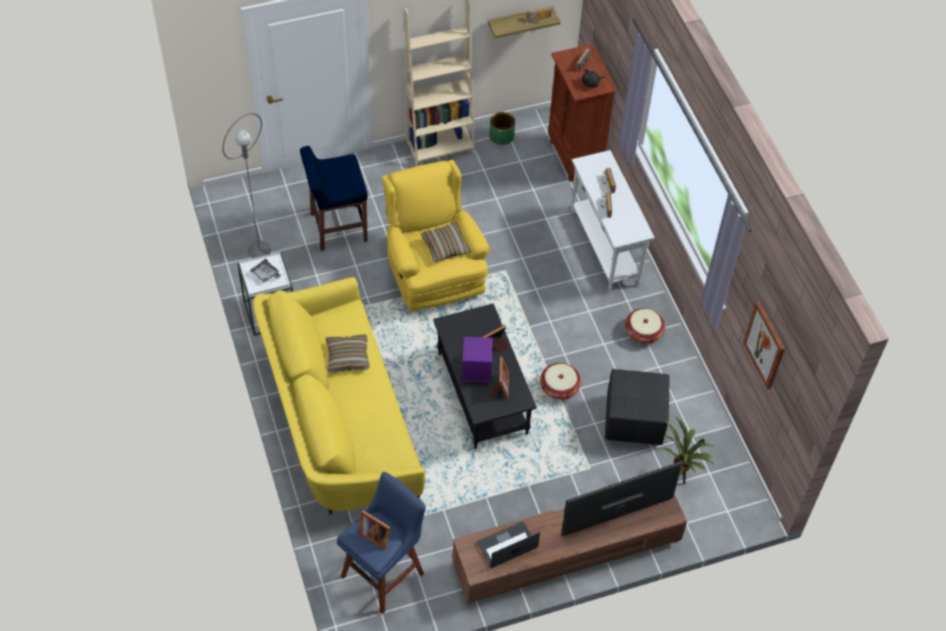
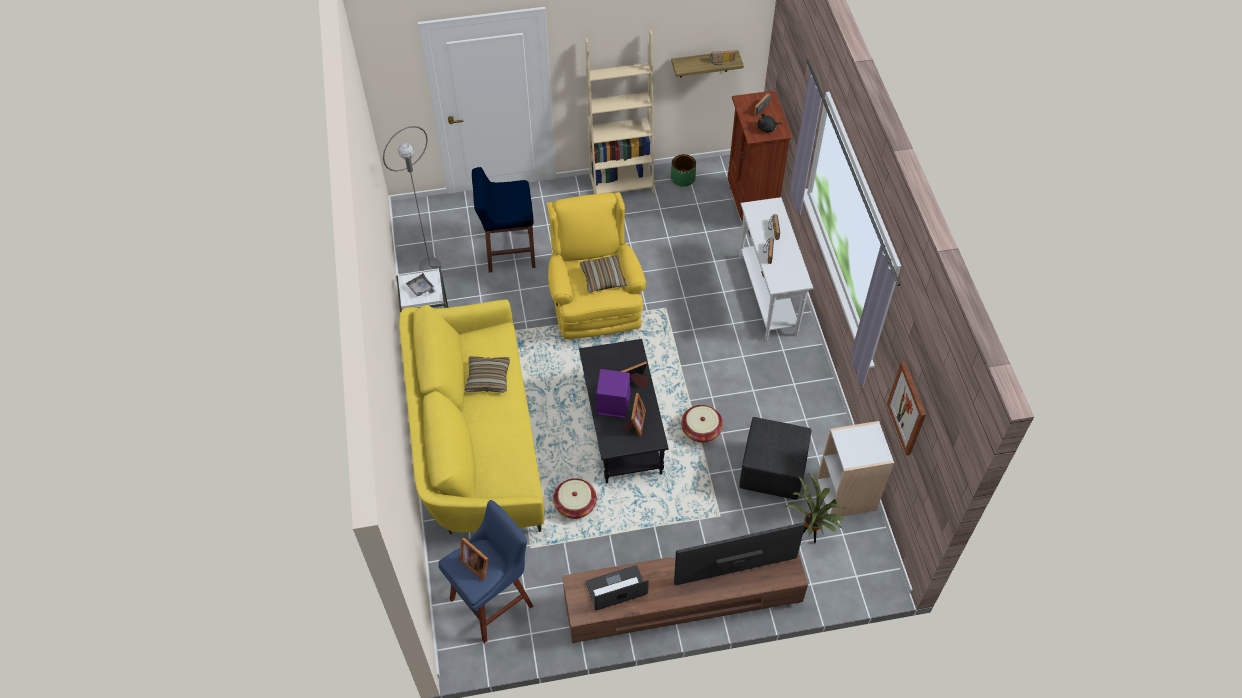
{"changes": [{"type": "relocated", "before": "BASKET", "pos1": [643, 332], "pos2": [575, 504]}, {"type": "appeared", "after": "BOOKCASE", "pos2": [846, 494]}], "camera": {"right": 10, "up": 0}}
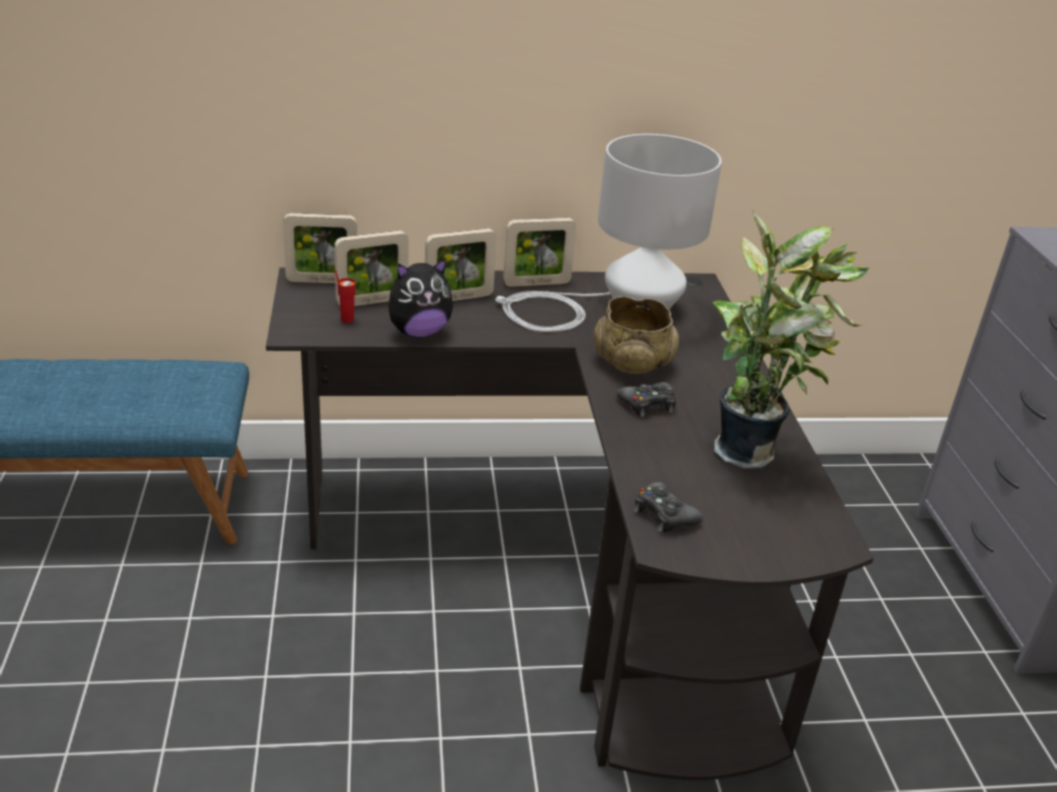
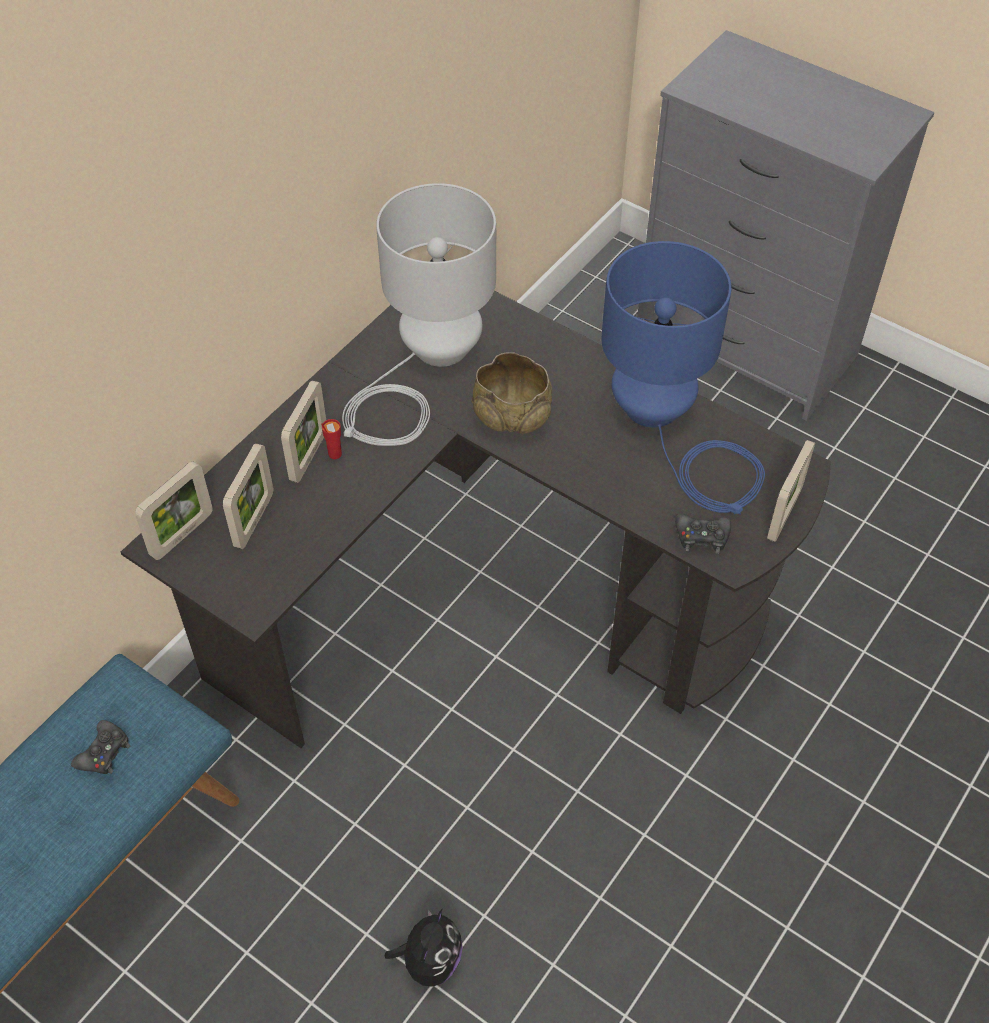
{"changes": [{"type": "relocated", "before": "RED CUP", "pos1": [347, 319], "pos2": [334, 454]}, {"type": "relocated", "before": "PLUSH TOY", "pos1": [418, 332], "pos2": [430, 961]}, {"type": "relocated", "before": "PICTURE FRAME", "pos1": [536, 283], "pos2": [784, 515]}, {"type": "relocated", "before": "BLACK GAME CONTROLLER", "pos1": [648, 405], "pos2": [104, 753]}, {"type": "exchanged", "before": "POTTED PLANT", "after": "BLUE TABLE LAMP", "pos1": [750, 451], "pos2": [677, 434]}], "camera": {"right": -45, "up": 20}}
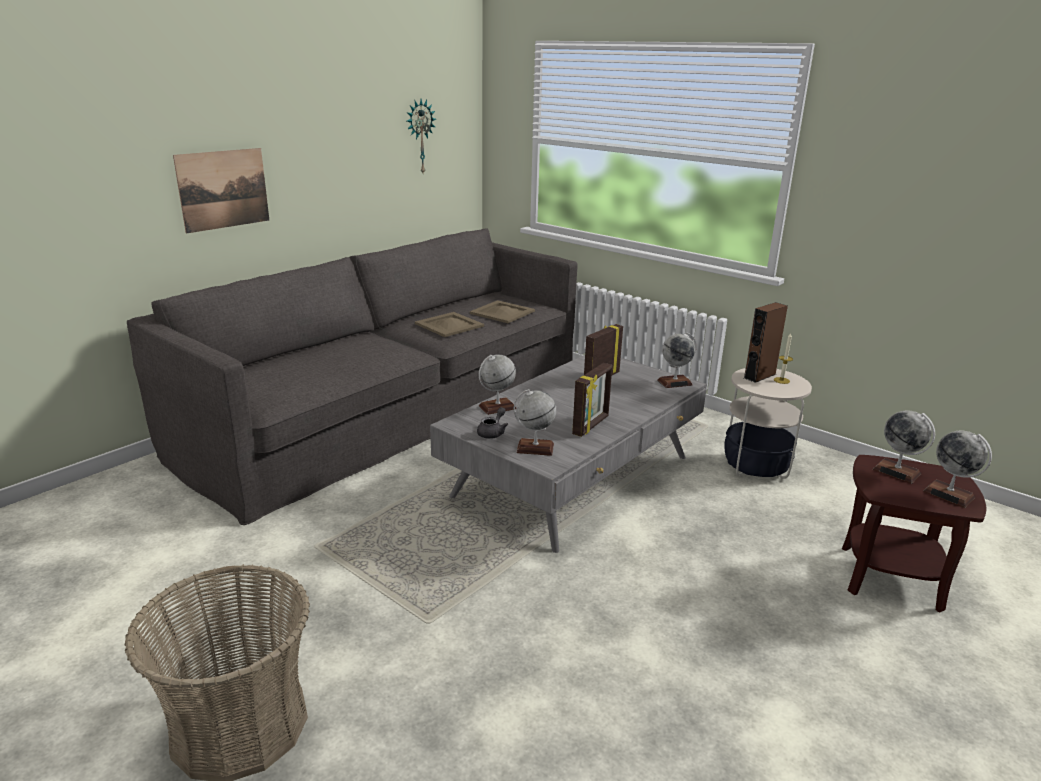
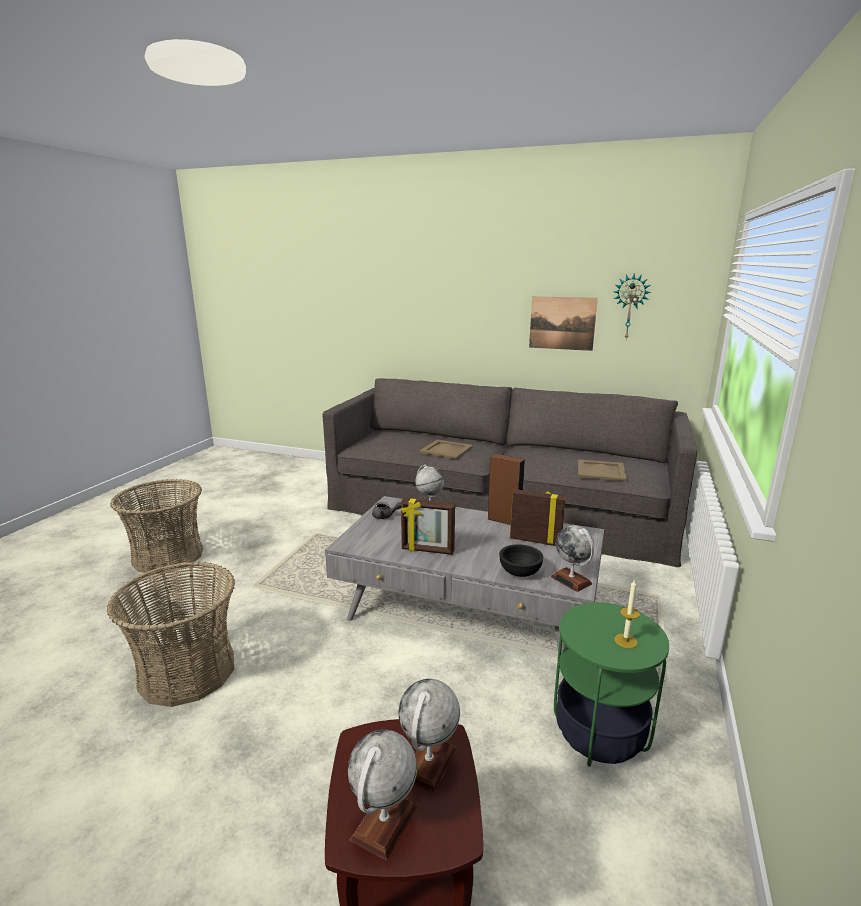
{"changes": [{"type": "relocated", "before": "PICTURE", "pos1": [223, 189], "pos2": [562, 323]}, {"type": "relocated", "before": "BEIGE TRAY", "pos1": [449, 325], "pos2": [445, 449]}, {"type": "missing", "before": "GLOBE", "pos1": [535, 448]}, {"type": "colour", "before": "BEIGE SIDE TABLE", "after": "GREEN SIDE TABLE", "pos1": [756, 466], "pos2": [599, 736]}, {"type": "relocated", "before": "BROWN SPEAKER", "pos1": [759, 376], "pos2": [504, 520]}, {"type": "appeared", "after": "BASKET", "pos2": [187, 672]}, {"type": "appeared", "after": "BLACK BOWL", "pos2": [519, 572]}], "camera": {"right": 70, "up": -5}}
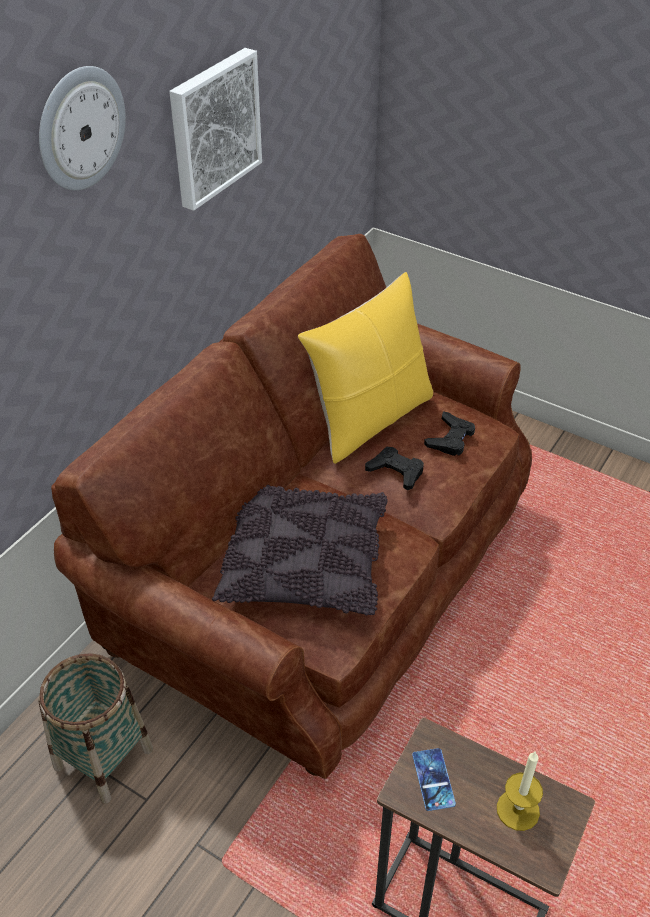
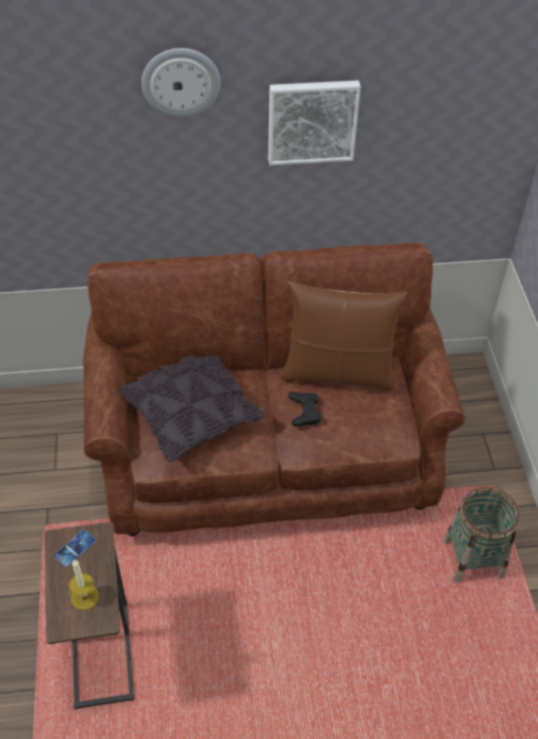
{"changes": [{"type": "relocated", "before": "BASKET", "pos1": [103, 758], "pos2": [473, 558]}, {"type": "colour", "before": "YELLOW PILLOW", "after": "BROWN PILLOW", "pos1": [369, 419], "pos2": [338, 372]}, {"type": "missing", "before": "BLACK GAME CONTROLLER", "pos1": [450, 438]}], "camera": {"right": 50, "up": 5}}
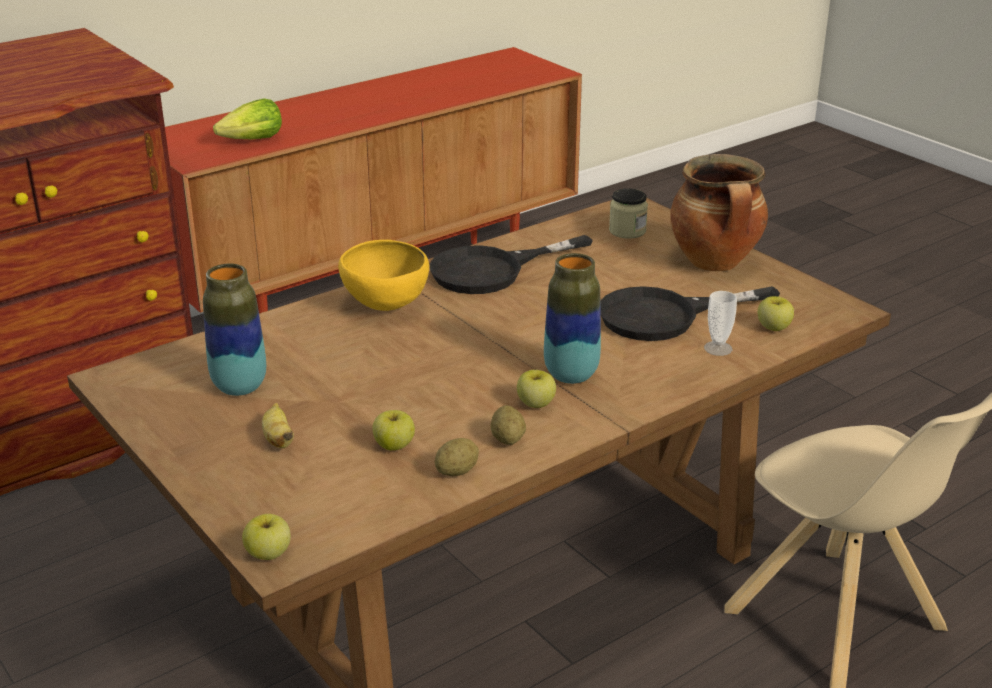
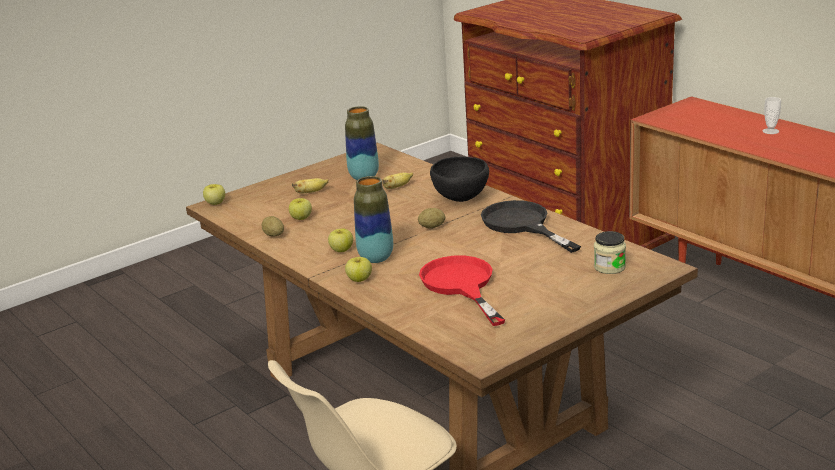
{"changes": [{"type": "missing", "before": "LETTUCE", "pos1": [253, 140]}, {"type": "colour", "before": "YELLOW BOWL", "after": "BLACK BOWL", "pos1": [385, 307], "pos2": [460, 199]}, {"type": "relocated", "before": "POTATO", "pos1": [508, 439], "pos2": [432, 227]}, {"type": "colour", "before": "BLACK FRYING PAN", "after": "RED FRYING PAN", "pos1": [665, 316], "pos2": [461, 285]}, {"type": "missing", "before": "COOKING POT", "pos1": [716, 263]}, {"type": "relocated", "before": "CUP", "pos1": [718, 348], "pos2": [770, 131]}, {"type": "relocated", "before": "APPLE", "pos1": [773, 327], "pos2": [359, 279]}, {"type": "appeared", "after": "BANANA", "pos2": [397, 187]}], "camera": {"right": 90, "up": -5}}
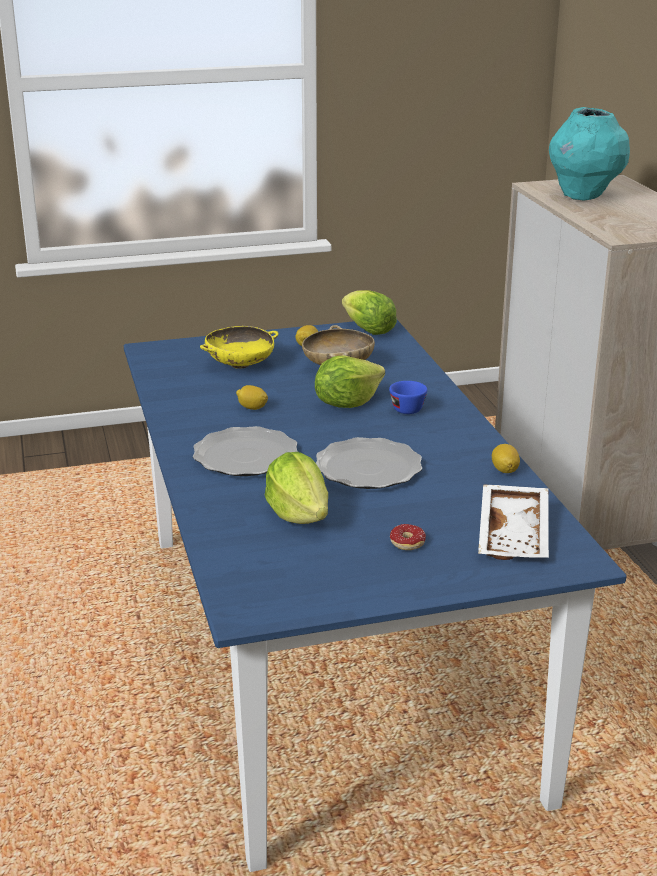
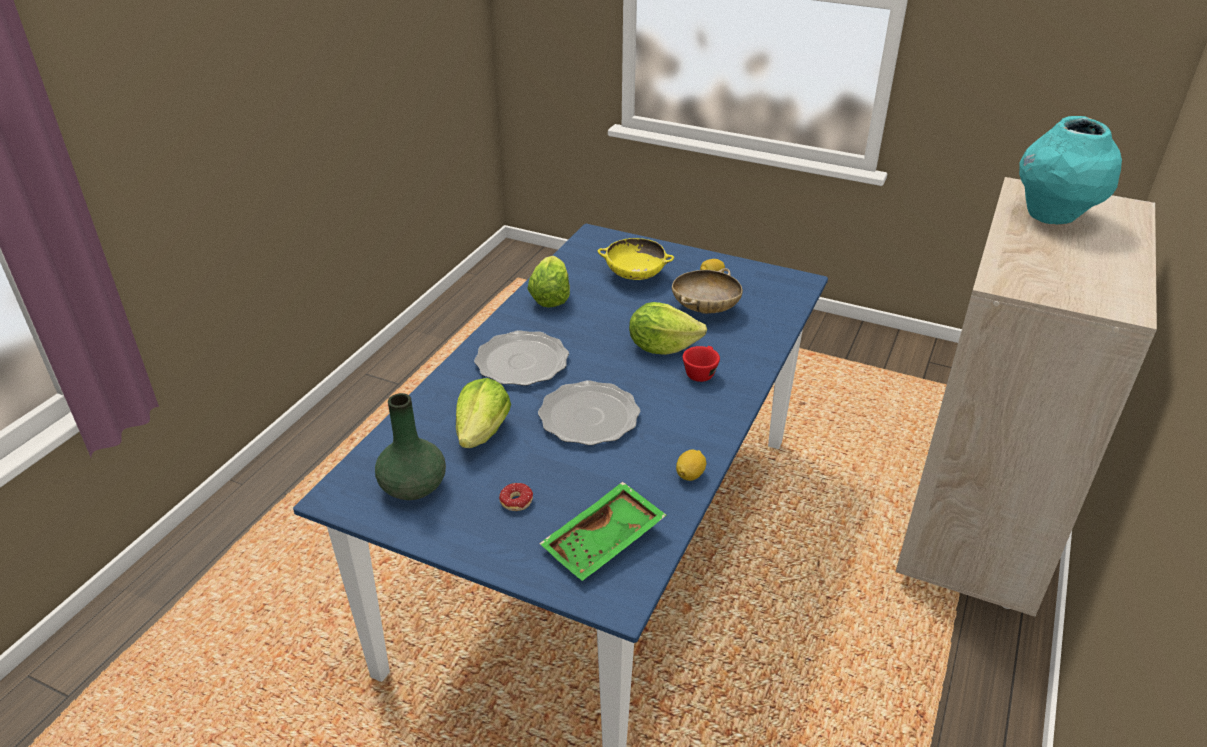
{"changes": [{"type": "missing", "before": "LEMON", "pos1": [252, 408]}, {"type": "relocated", "before": "LETTUCE", "pos1": [368, 330], "pos2": [550, 298]}, {"type": "colour", "before": "BLUE CUP", "after": "RED CUP", "pos1": [405, 407], "pos2": [701, 372]}, {"type": "colour", "before": "WHITE TRAY", "after": "GREEN TRAY", "pos1": [515, 535], "pos2": [605, 542]}, {"type": "appeared", "after": "GREEN VASE", "pos2": [413, 486]}], "camera": {"right": 40, "up": 10}}
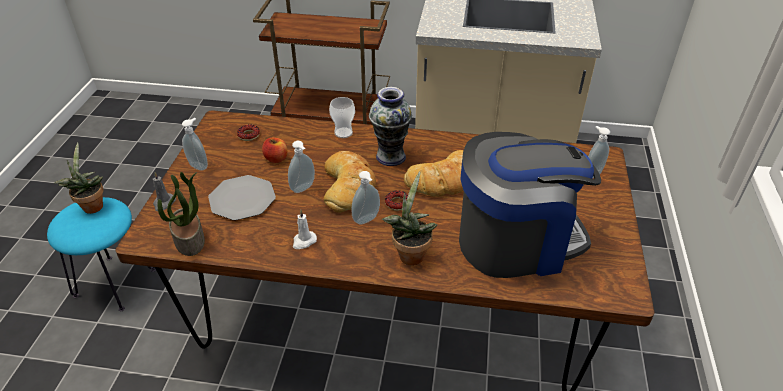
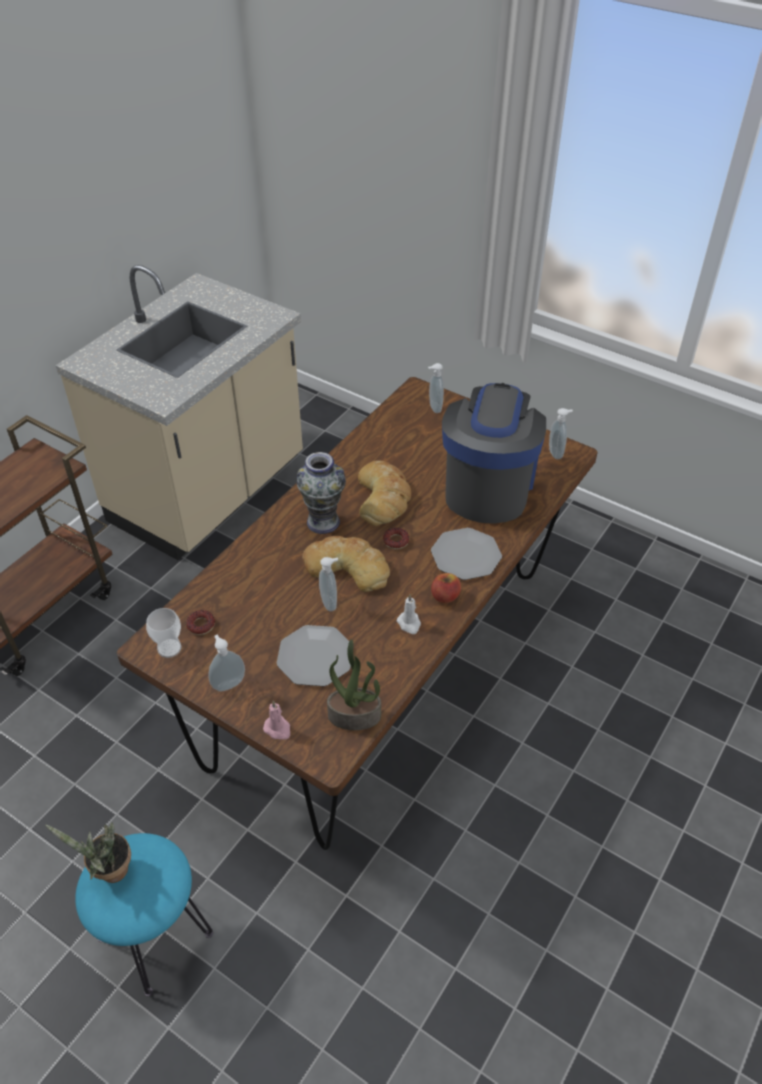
{"changes": [{"type": "colour", "before": "GREY CANDLE", "after": "PINK CANDLE", "pos1": [164, 203], "pos2": [278, 729]}, {"type": "relocated", "before": "APPLE", "pos1": [276, 158], "pos2": [445, 596]}, {"type": "relocated", "before": "CUP", "pos1": [343, 133], "pos2": [169, 648]}, {"type": "relocated", "before": "SOAP DISPENSER", "pos1": [367, 220], "pos2": [556, 453]}, {"type": "exchanged", "before": "POTTED PLANT", "after": "PLATE", "pos1": [410, 253], "pos2": [466, 555]}], "camera": {"right": -65, "up": 5}}
